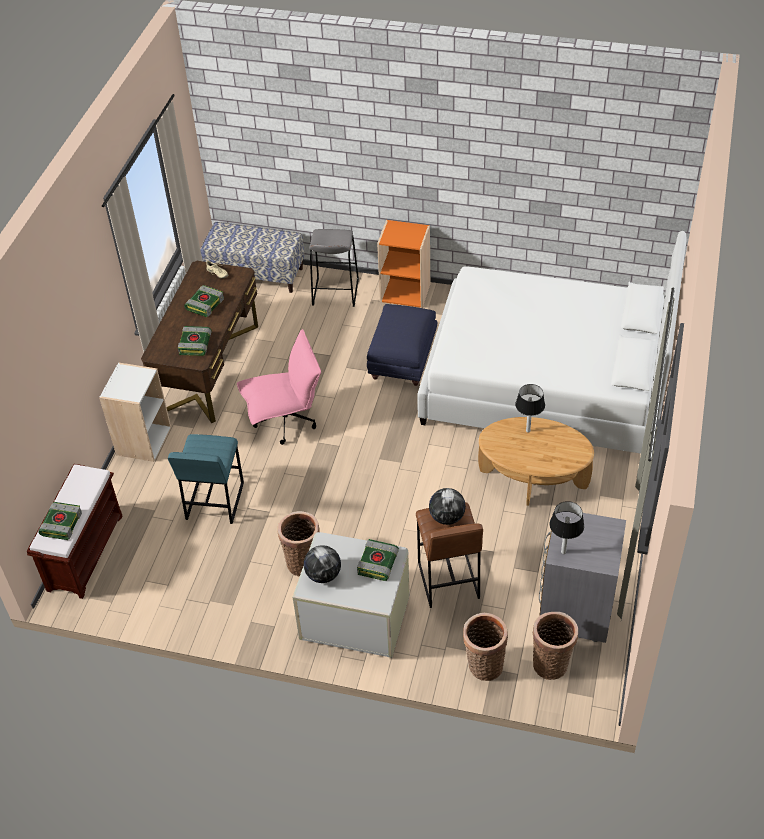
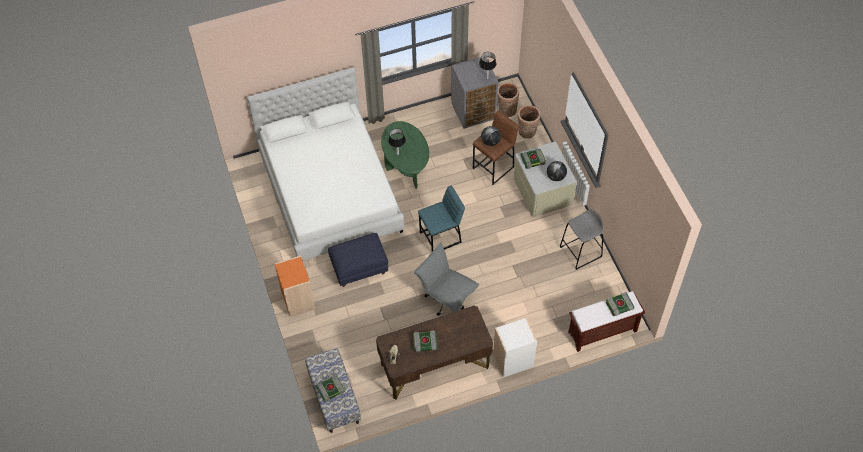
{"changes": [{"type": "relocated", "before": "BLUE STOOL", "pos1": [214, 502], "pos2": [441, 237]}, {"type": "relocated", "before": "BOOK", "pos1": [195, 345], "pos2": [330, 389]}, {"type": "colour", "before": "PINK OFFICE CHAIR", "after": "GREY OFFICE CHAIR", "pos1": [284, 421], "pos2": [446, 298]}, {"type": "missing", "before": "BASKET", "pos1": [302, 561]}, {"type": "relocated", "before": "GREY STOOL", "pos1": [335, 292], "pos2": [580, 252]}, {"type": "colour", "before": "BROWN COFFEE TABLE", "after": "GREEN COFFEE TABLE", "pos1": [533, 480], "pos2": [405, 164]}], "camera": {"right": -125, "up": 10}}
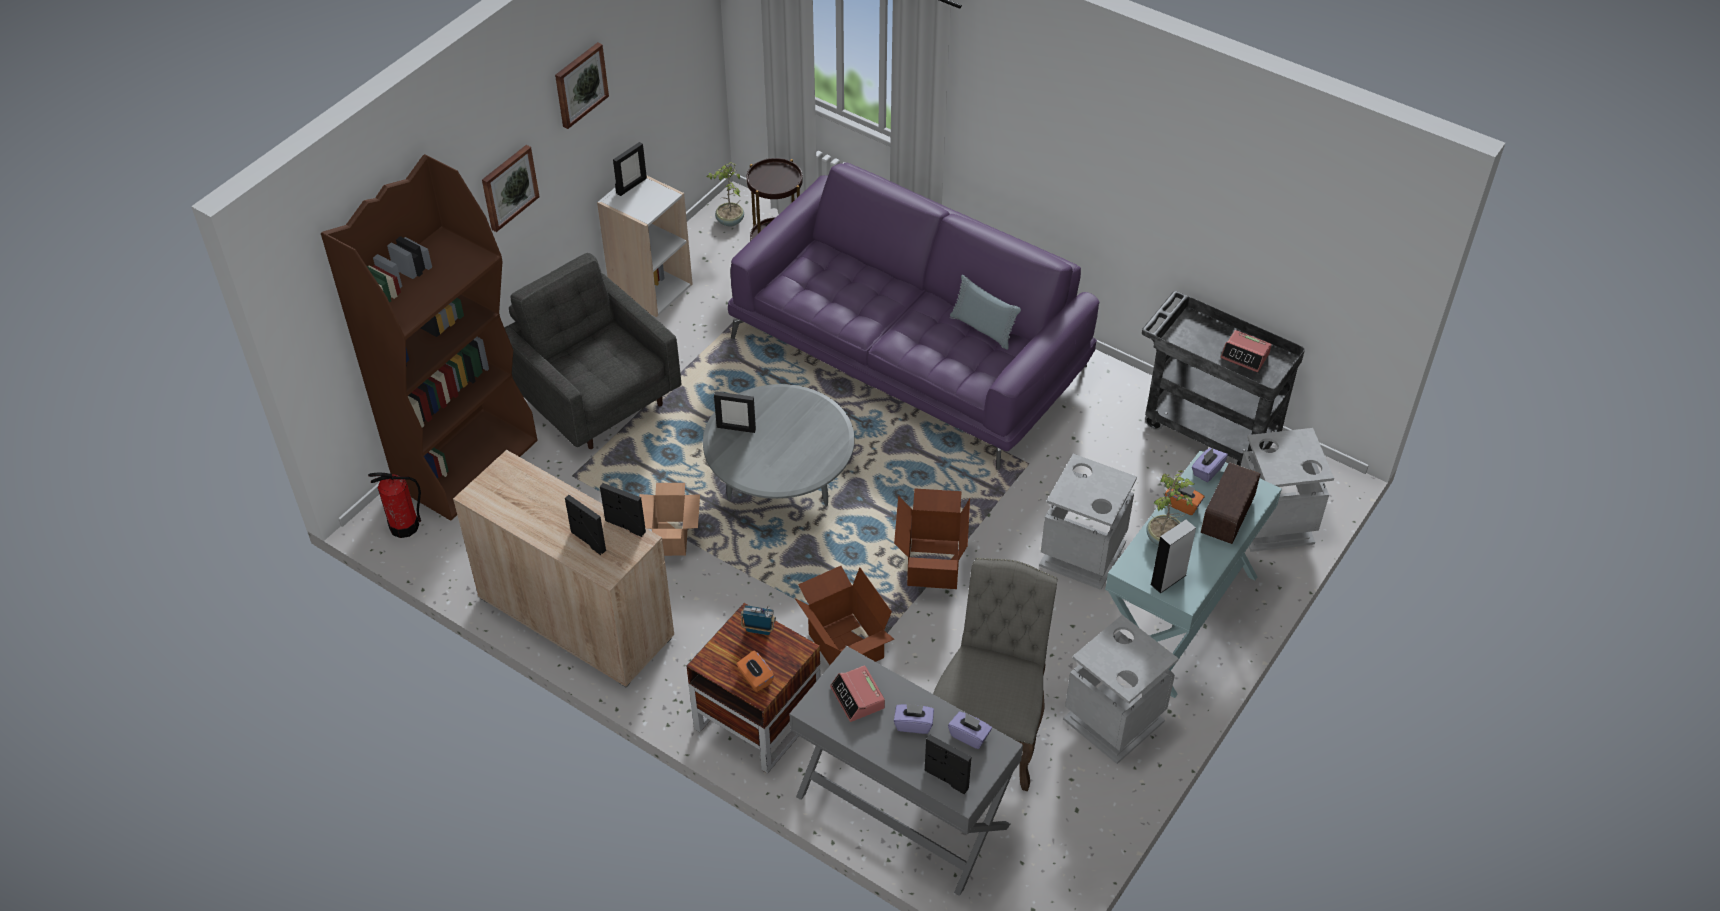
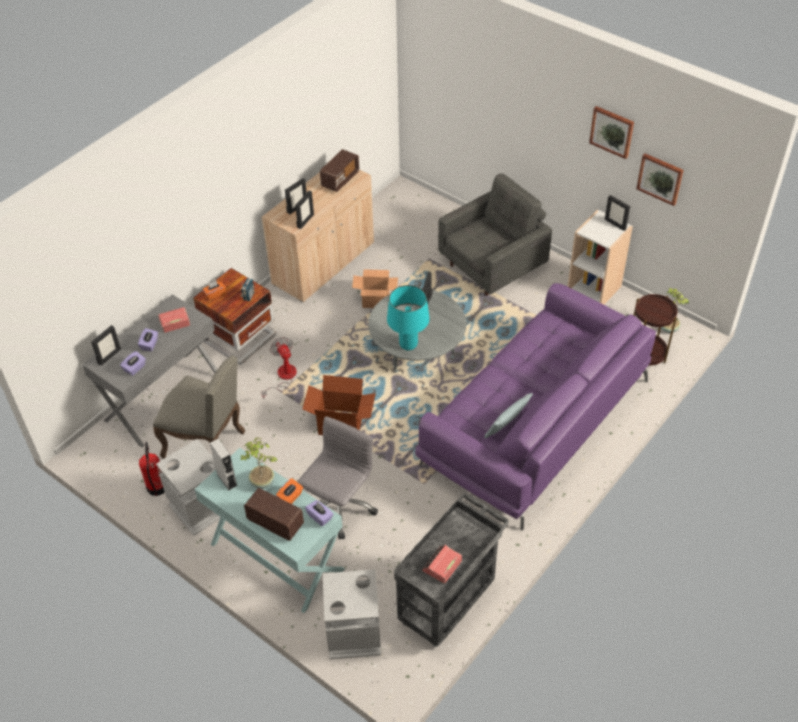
{"changes": [{"type": "missing", "before": "BROWN BOOKCASE", "pos1": [467, 463]}, {"type": "relocated", "before": "FIRE EXTINGUISHER", "pos1": [404, 526], "pos2": [156, 487]}, {"type": "relocated", "before": "PICTURE", "pos1": [508, 187], "pos2": [660, 178]}, {"type": "exchanged", "before": "CARDBOARD BOX", "after": "FAN", "pos1": [844, 646], "pos2": [283, 377]}, {"type": "exchanged", "before": "GREY TRASH CAN", "after": "GREY OFFICE CHAIR", "pos1": [1082, 553], "pos2": [339, 506]}, {"type": "appeared", "after": "RADIO", "pos2": [340, 179]}, {"type": "appeared", "after": "TURQUOISE TABLE LAMP", "pos2": [408, 344]}], "camera": {"right": 95, "up": 0}}
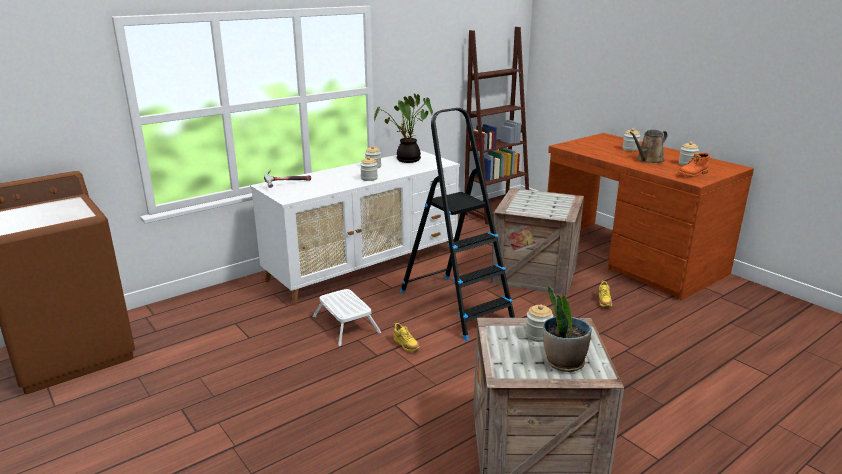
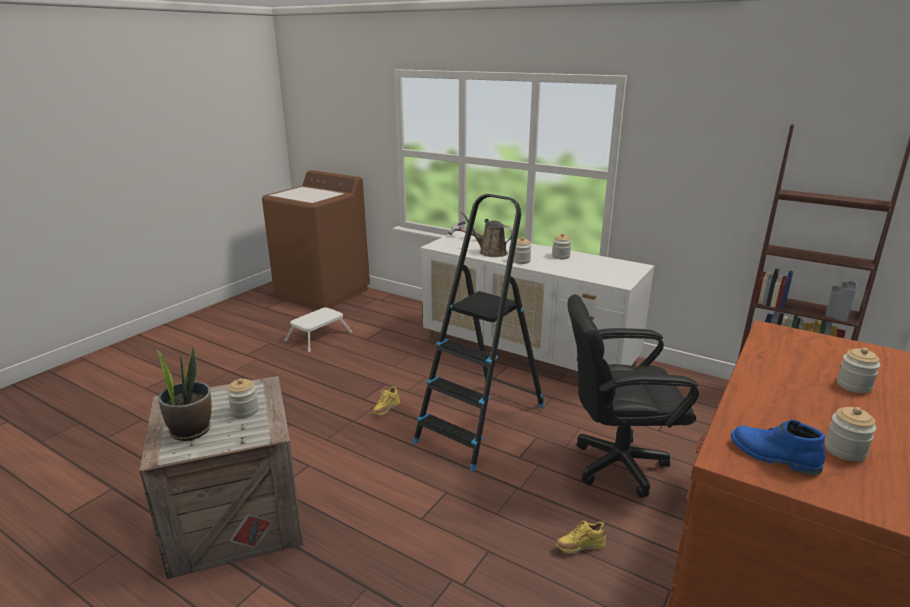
{"changes": [{"type": "relocated", "before": "WHITE STEP LADDER", "pos1": [345, 324], "pos2": [318, 336]}, {"type": "missing", "before": "POTTED PLANT", "pos1": [406, 160]}, {"type": "exchanged", "before": "CRATE", "after": "BLACK OFFICE CHAIR", "pos1": [533, 273], "pos2": [614, 467]}, {"type": "relocated", "before": "BROWN WATERING CAN", "pos1": [648, 160], "pos2": [490, 252]}, {"type": "colour", "before": "ORANGE BOOT", "after": "BLUE BOOT", "pos1": [693, 174], "pos2": [773, 457]}], "camera": {"right": 70, "up": 0}}
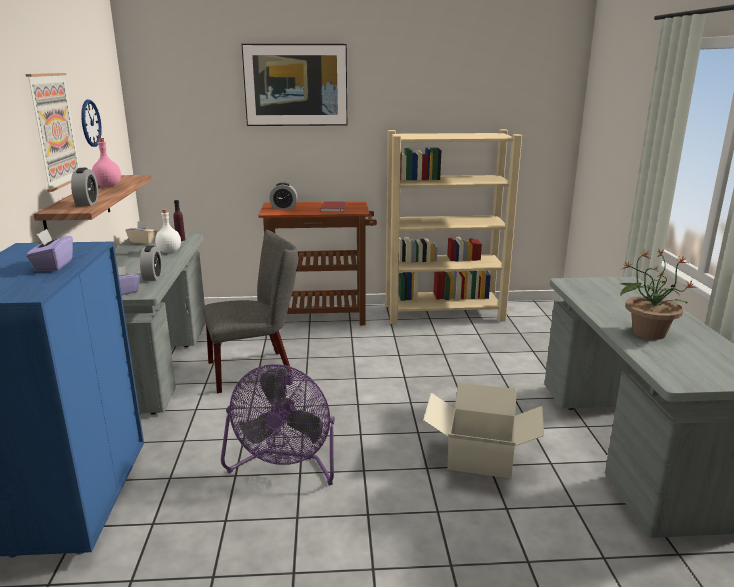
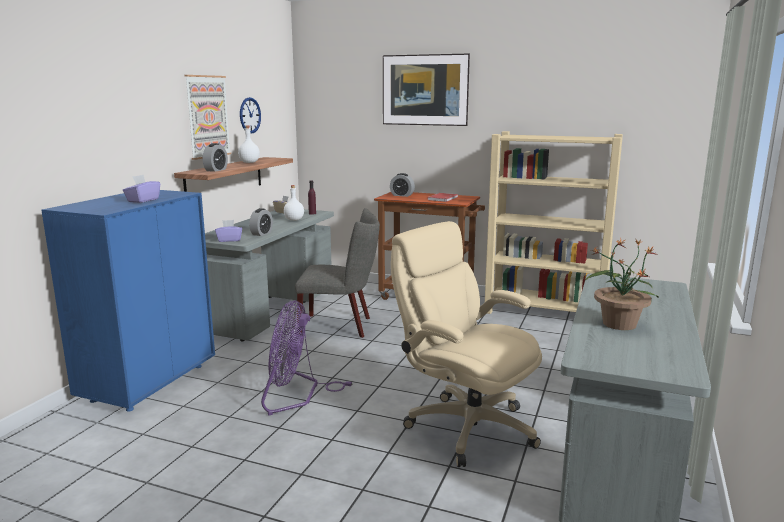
{"changes": [{"type": "colour", "before": "PINK BOTTLE", "after": "WHITE BOTTLE", "pos1": [108, 186], "pos2": [249, 162]}, {"type": "spun", "before": "PURPLE FAN", "pos1": [282, 464], "pos2": [300, 392], "turn": 60}, {"type": "exchanged", "before": "CARDBOARD BOX", "after": "BEIGE OFFICE CHAIR", "pos1": [480, 457], "pos2": [464, 425]}], "camera": {"right": 25, "up": -5}}
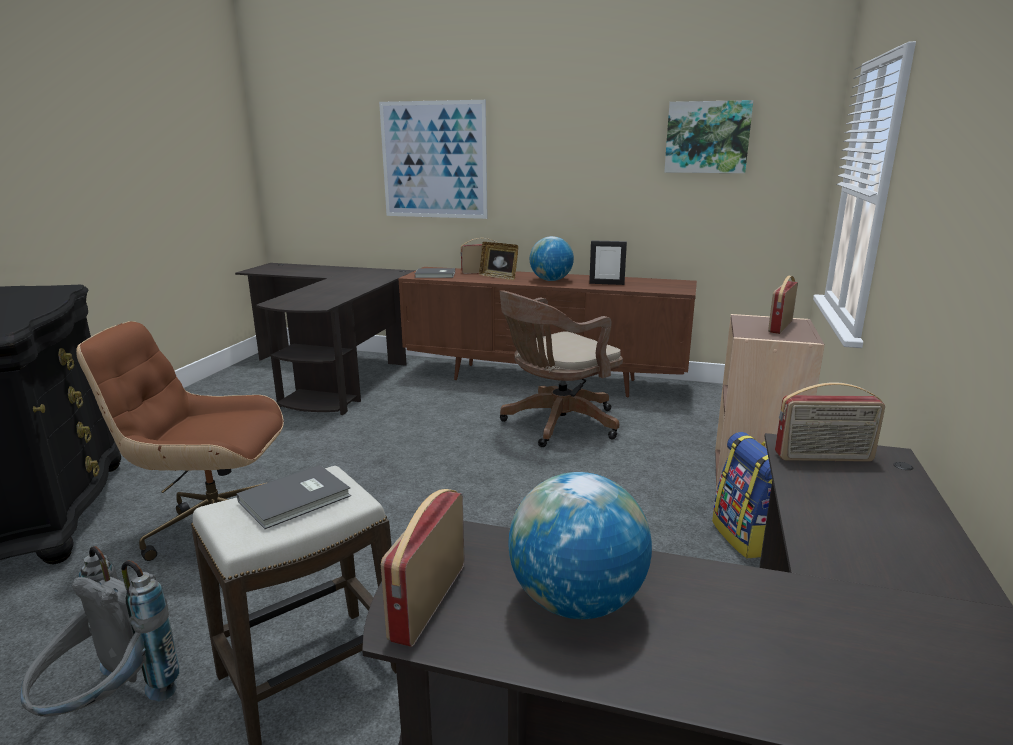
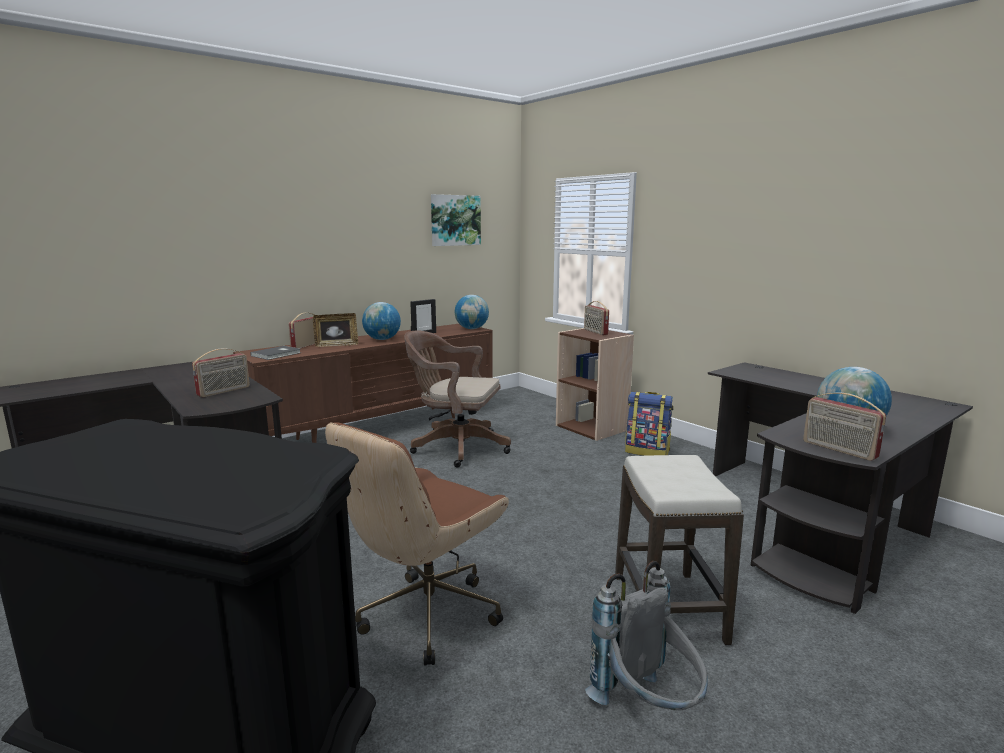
{"changes": [{"type": "missing", "before": "GREY BOOK", "pos1": [297, 499]}, {"type": "missing", "before": "PICTURE", "pos1": [434, 160]}, {"type": "spun", "before": "BROWN OFFICE CHAIR", "pos1": [556, 424], "pos2": [455, 447], "turn": 105}, {"type": "relocated", "before": "RADIO", "pos1": [824, 458], "pos2": [224, 391]}, {"type": "appeared", "after": "GLOBE", "pos2": [472, 329]}], "camera": {"right": -55, "up": -5}}
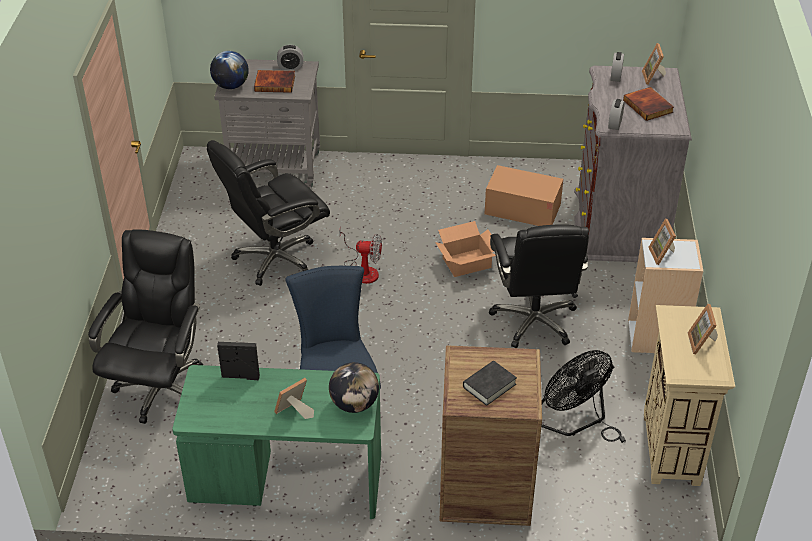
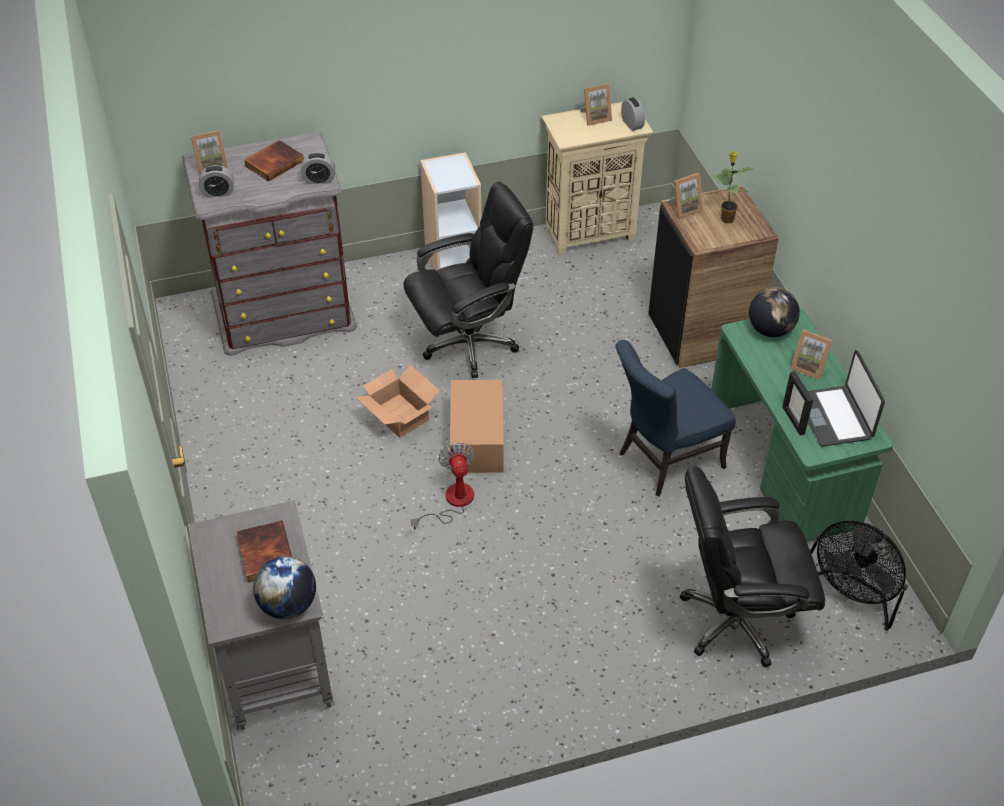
{"changes": [{"type": "missing", "before": "BLACK OFFICE CHAIR", "pos1": [277, 257]}, {"type": "relocated", "before": "ALARM CLOCK", "pos1": [290, 67], "pos2": [632, 124]}, {"type": "exchanged", "before": "BLACK BOOK", "after": "POTTED PLANT", "pos1": [489, 386], "pos2": [726, 219]}, {"type": "relocated", "before": "CARDBOARD BOX", "pos1": [522, 209], "pos2": [477, 439]}, {"type": "relocated", "before": "BLACK FAN", "pos1": [581, 419], "pos2": [850, 589]}, {"type": "relocated", "before": "PICTURE FRAME", "pos1": [663, 255], "pos2": [684, 209]}, {"type": "appeared", "after": "LAPTOP", "pos2": [835, 417]}], "camera": {"right": -110, "up": 5}}
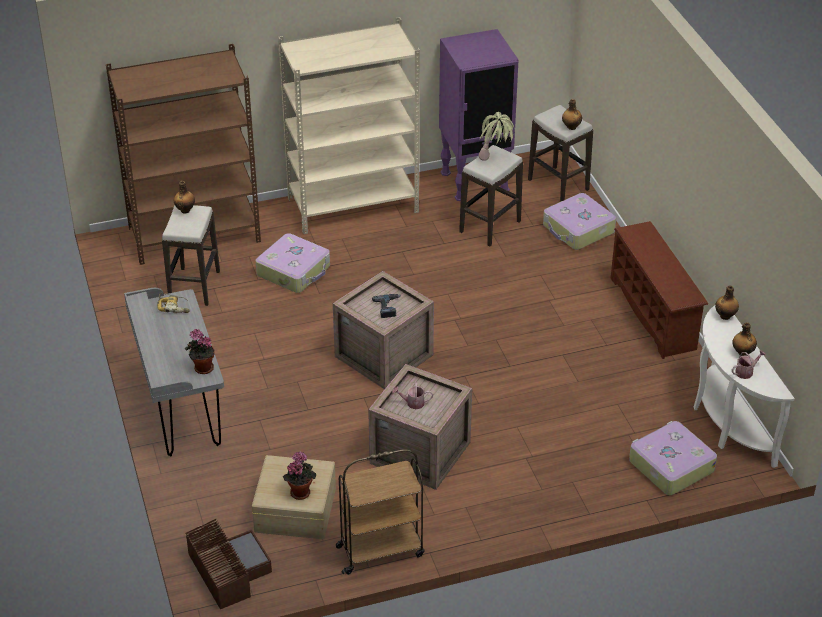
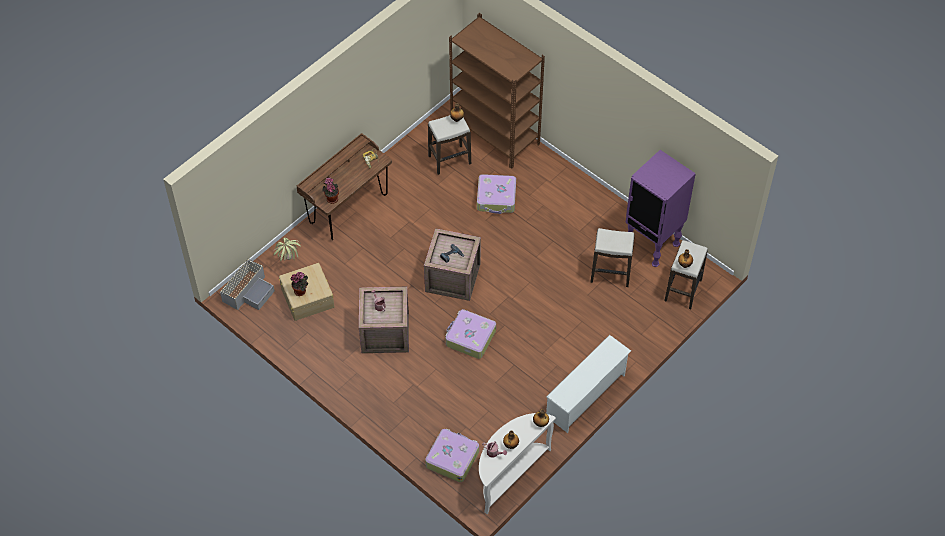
{"changes": [{"type": "colour", "before": "GREY DESK", "after": "BROWN DESK", "pos1": [181, 409], "pos2": [348, 209]}, {"type": "colour", "before": "BROWN STORAGE BOX", "after": "GREY STORAGE BOX", "pos1": [228, 570], "pos2": [249, 291]}, {"type": "missing", "before": "BEIGE BOOKCASE", "pos1": [353, 205]}, {"type": "missing", "before": "BROWN CART", "pos1": [381, 551]}, {"type": "relocated", "before": "POTTED PLANT", "pos1": [495, 162], "pos2": [289, 264]}, {"type": "relocated", "before": "SUITCASE", "pos1": [578, 229], "pos2": [470, 338]}, {"type": "colour", "before": "BROWN SHOE RACK", "after": "WHITE SHOE RACK", "pos1": [654, 314], "pos2": [586, 397]}], "camera": {"right": 60, "up": 15}}
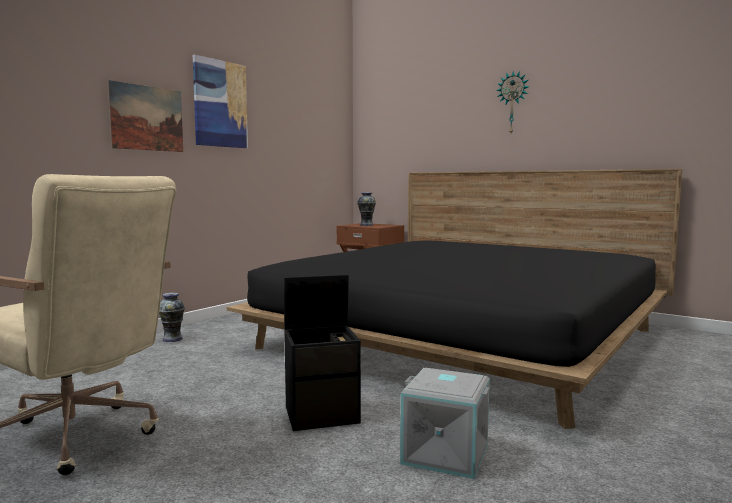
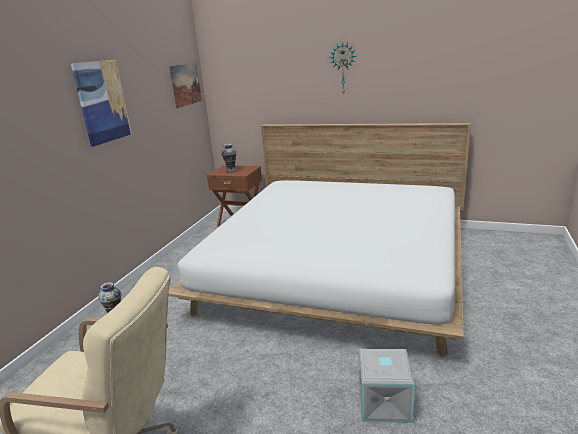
{"changes": [{"type": "relocated", "before": "PICTURE", "pos1": [147, 118], "pos2": [185, 84]}, {"type": "colour", "before": "BLACK BED", "after": "WHITE BED", "pos1": [463, 338], "pos2": [336, 269]}, {"type": "missing", "before": "BLACK STORAGE BOX", "pos1": [323, 414]}], "camera": {"right": -15, "up": 15}}
